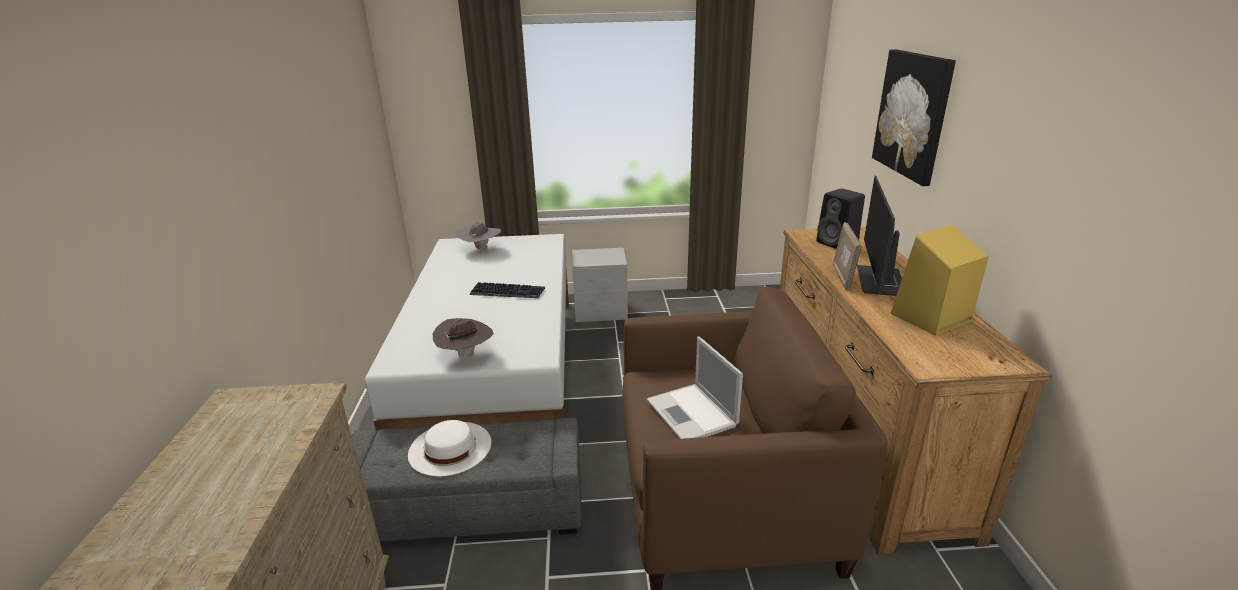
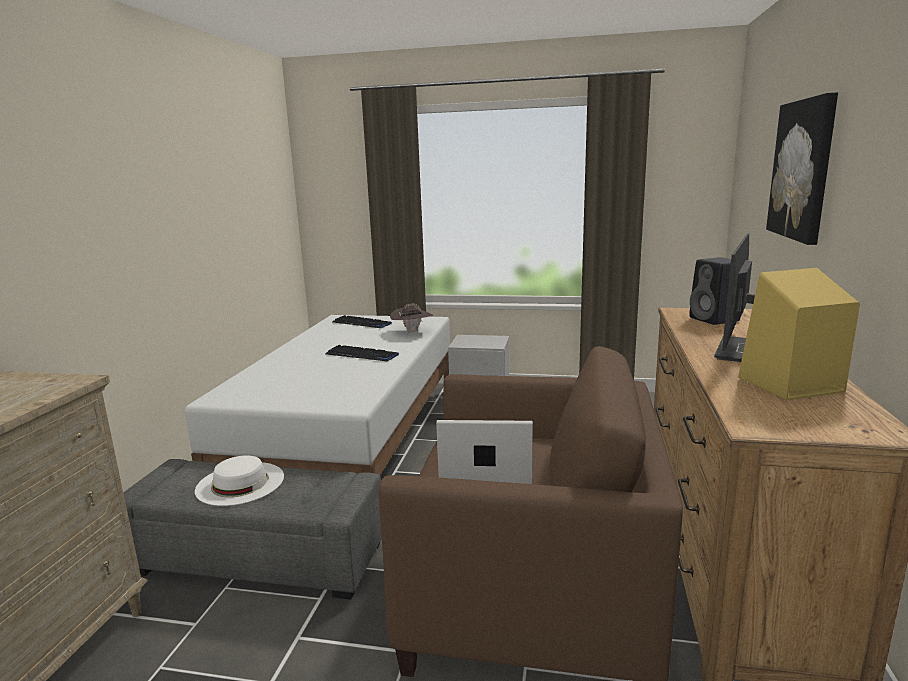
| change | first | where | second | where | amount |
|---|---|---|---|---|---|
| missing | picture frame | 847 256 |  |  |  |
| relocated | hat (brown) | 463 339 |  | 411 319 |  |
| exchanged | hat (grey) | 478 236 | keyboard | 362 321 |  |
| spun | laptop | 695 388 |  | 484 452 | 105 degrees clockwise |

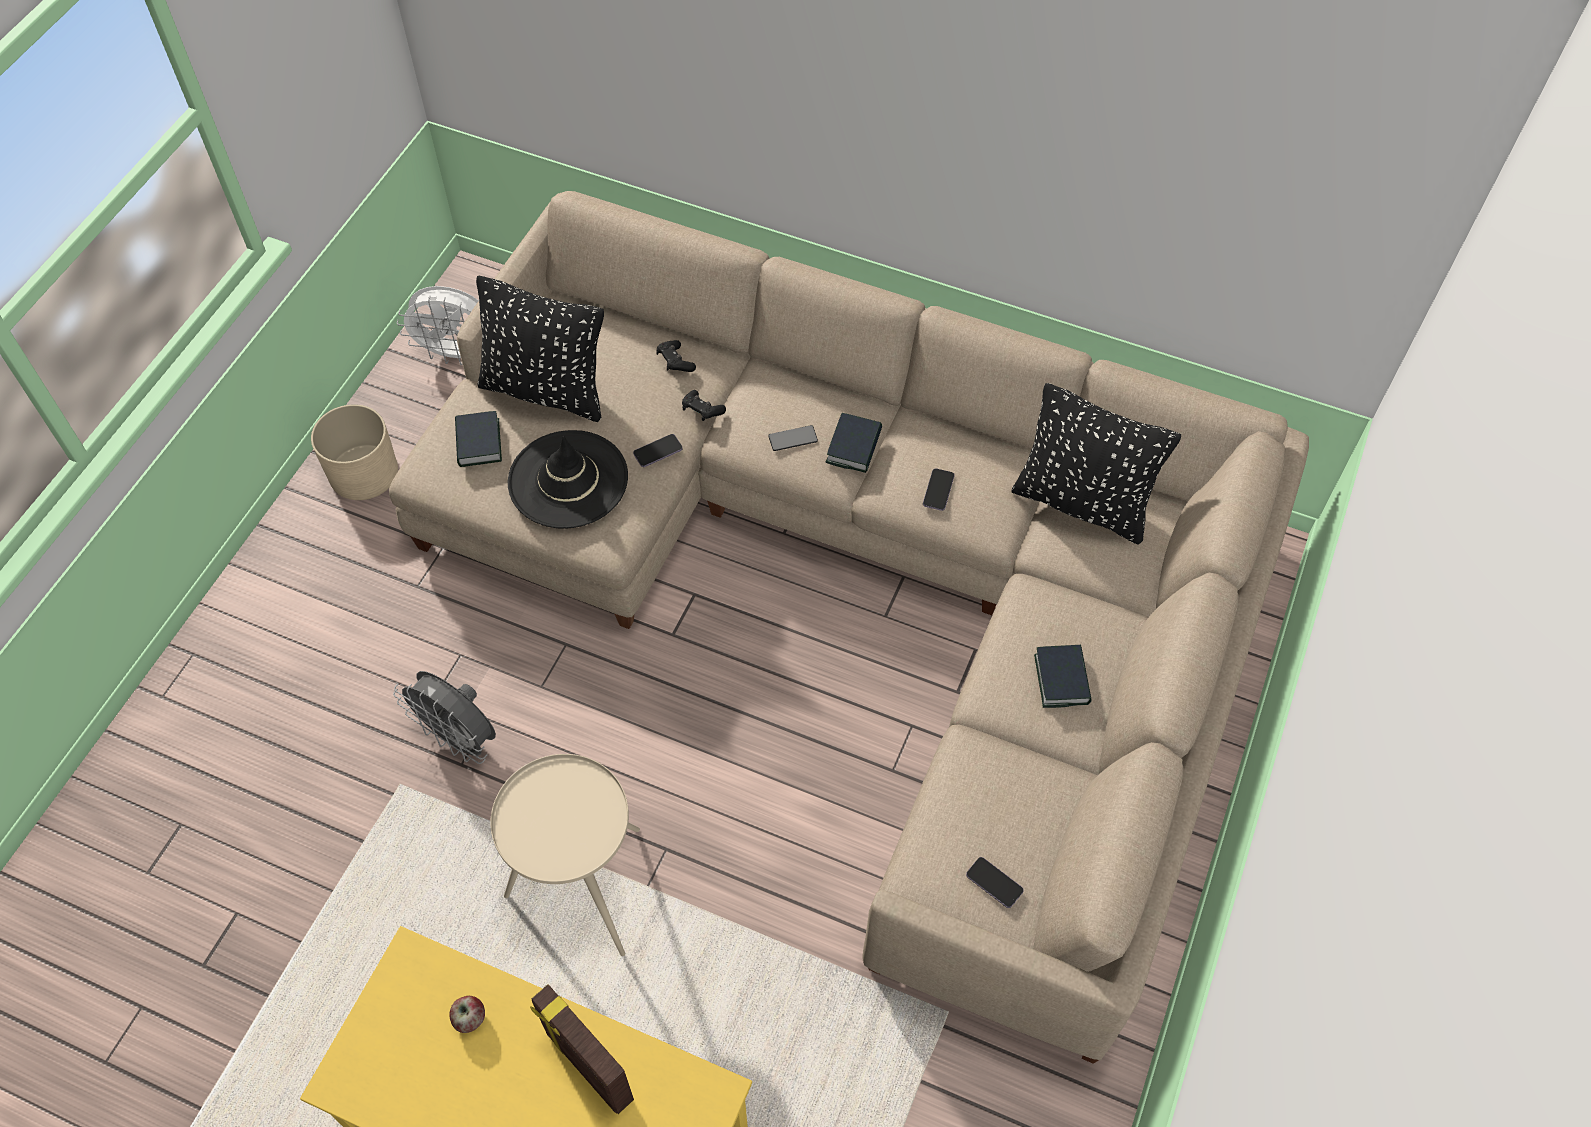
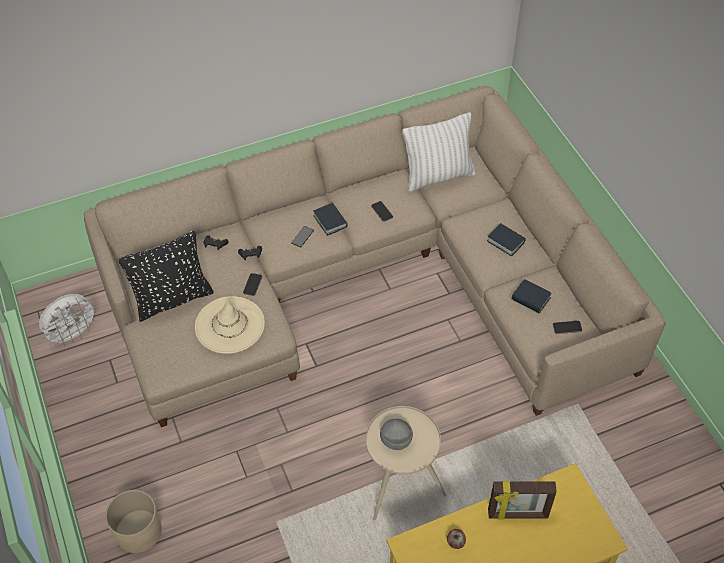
| change | first | where | second | where | amount |
|---|---|---|---|---|---|
| missing | fan (grey) | 444 717 |  |  |  |
| appeared |  |  | bowl (grey) | 396 434 |  |
| relocated | planter (beige) | 354 452 |  | 133 521 |  |
| relocated | book | 478 439 |  | 531 296 |  |
| colour | hat (black) | 568 479 | hat (beige) | 230 325 |  |
| colour | pillow (black) | 1096 464 | pillow (white) | 439 152 |  |

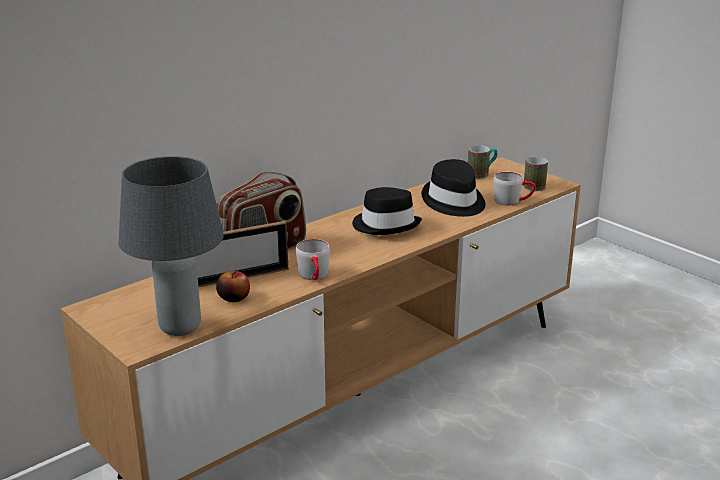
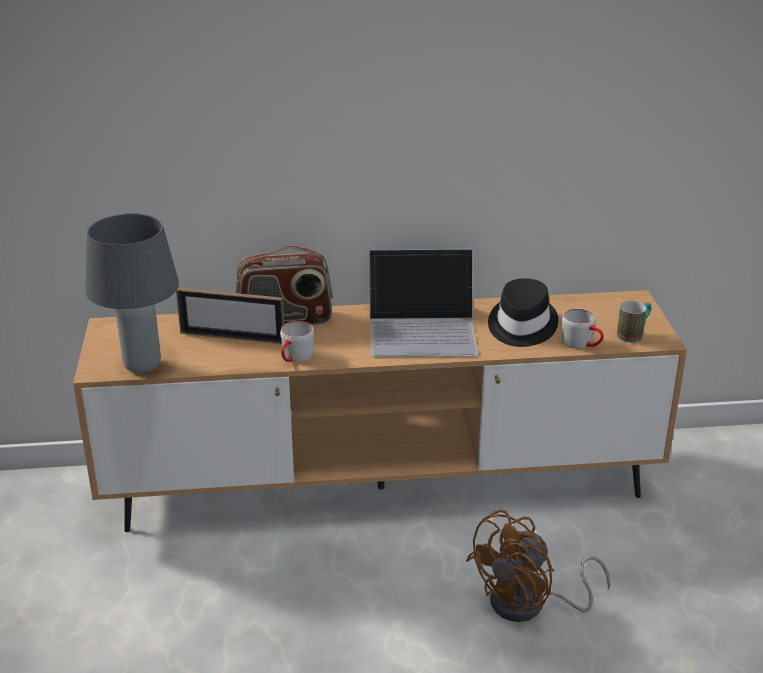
| change | first | where | second | where | amount |
|---|---|---|---|---|---|
| missing | apple | 233 286 |  |  |  |
| missing | mug | 482 162 |  |  |  |
| appeared |  |  | fan (brown) | 538 566 |  |
| exchanged | hat (black) | 387 211 | laptop | 423 303 |  |

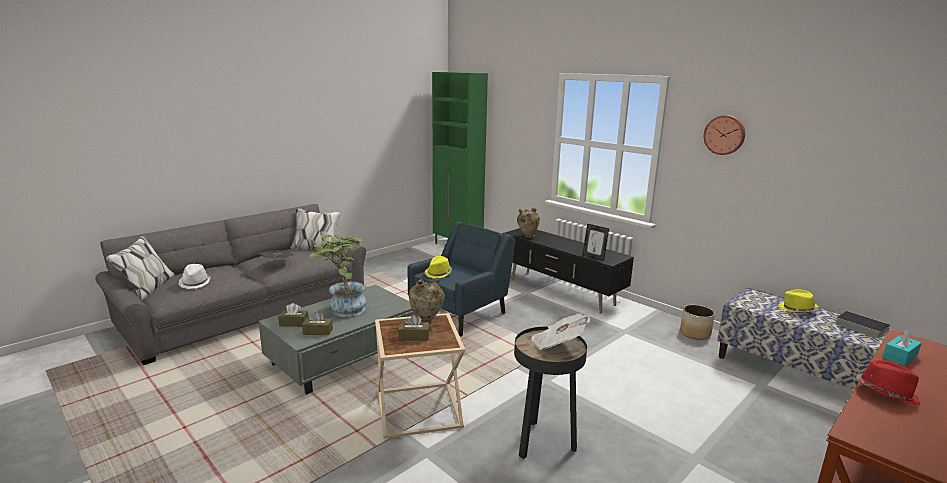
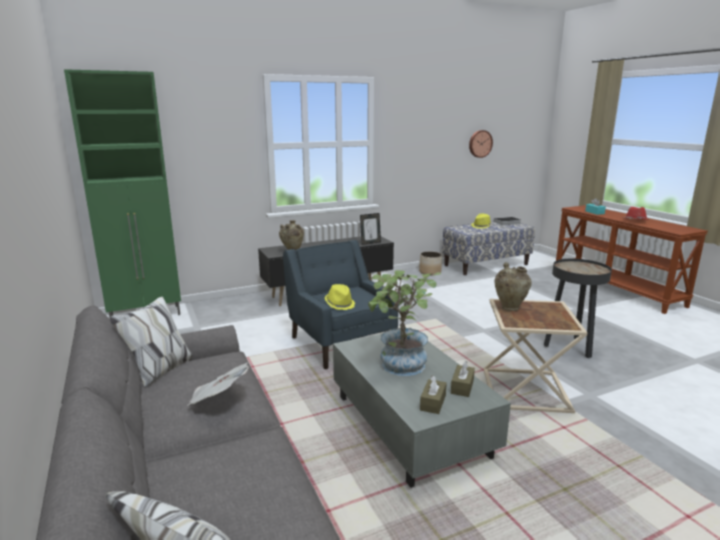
| change | first | where | second | where | amount |
|---|---|---|---|---|---|
| missing | hat (white) | 194 276 |  |  |  |
| missing | tissue box (brown) | 413 328 |  |  |  |
| missing | newspaper | 561 331 |  |  |  |
| relocated | wall clock | 724 135 |  | 481 144 |  |

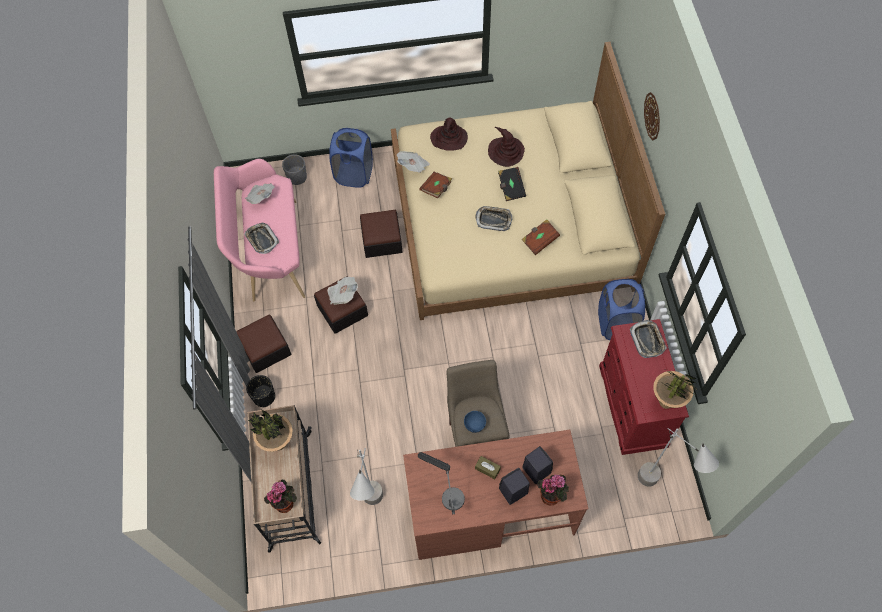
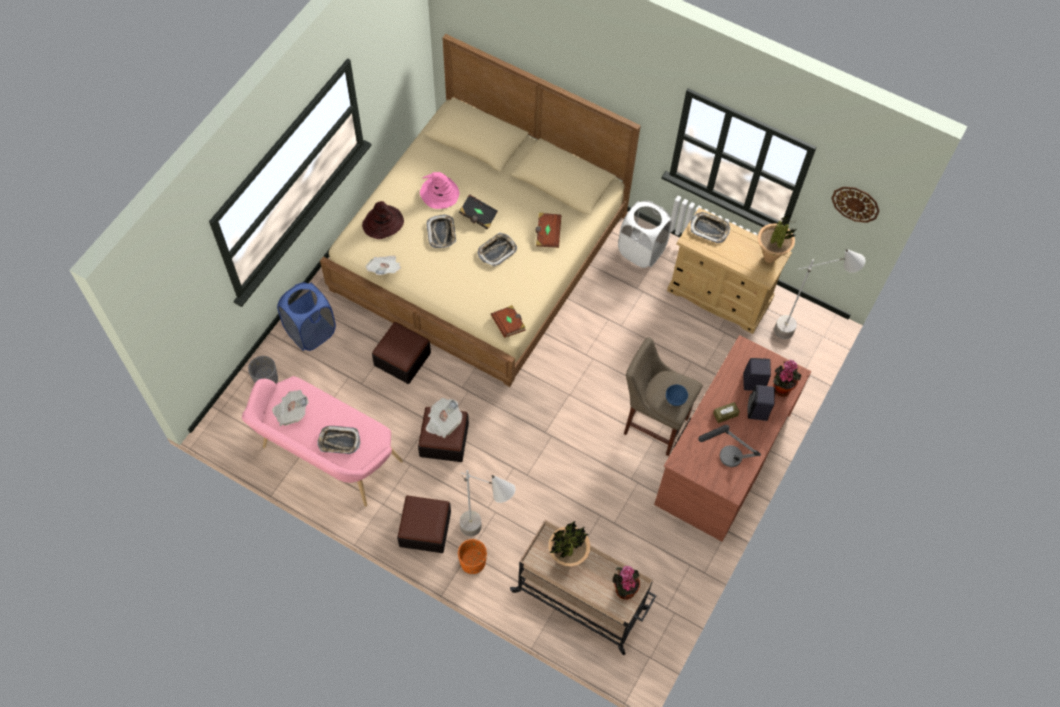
| change | first | where | second | where | amount |
|---|---|---|---|---|---|
| appeared |  |  | tray | 441 231 |  |
| relocated | floor lamp (grey) | 366 476 |  | 487 503 |  |
| relocated | book (brown) | 436 184 |  | 508 321 |  |
| relocated | wall clock | 652 116 |  | 855 205 |  |
| colour | planter (black) | 260 391 | planter (orange) | 472 556 |  |
| colour | hat (brown) | 506 147 | hat (pink) | 439 190 |  |
| colour | laundry basket (blue) | 621 309 | laundry basket (white) | 645 234 |  |
| colour | dresser (red) | 644 387 | dresser (beige) | 729 271 |  |

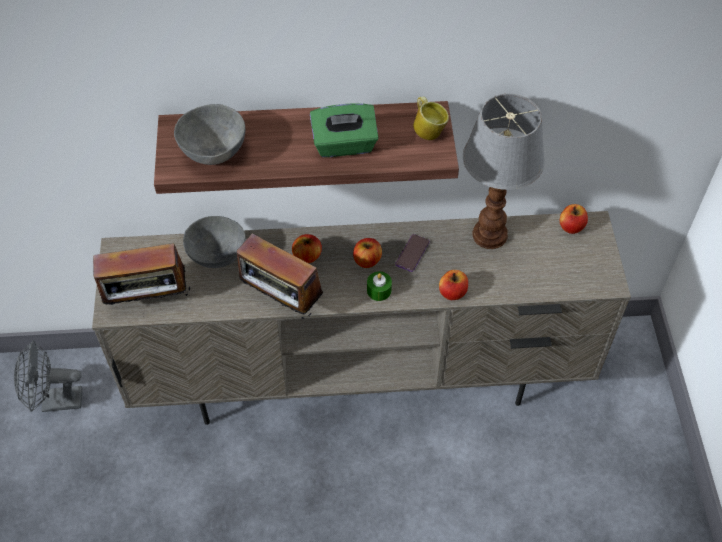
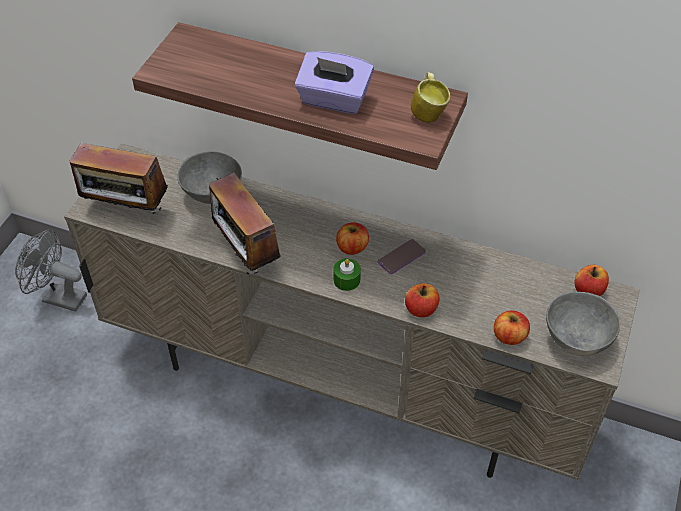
| change | first | where | second | where | amount |
|---|---|---|---|---|---|
| missing | table lamp | 504 171 |  |  |  |
| relocated | bowl (grey) | 209 134 |  | 583 324 |  |
| relocated | apple | 307 248 |  | 512 327 |  |
| colour | tissue box (green) | 344 130 | tissue box (purple) | 334 82 |  |

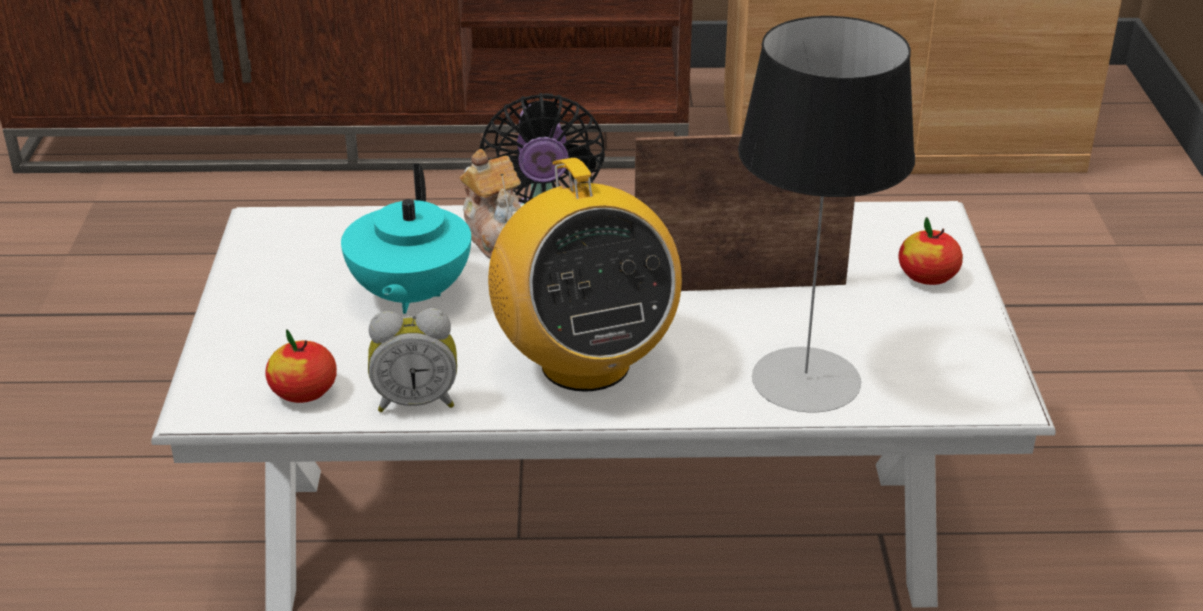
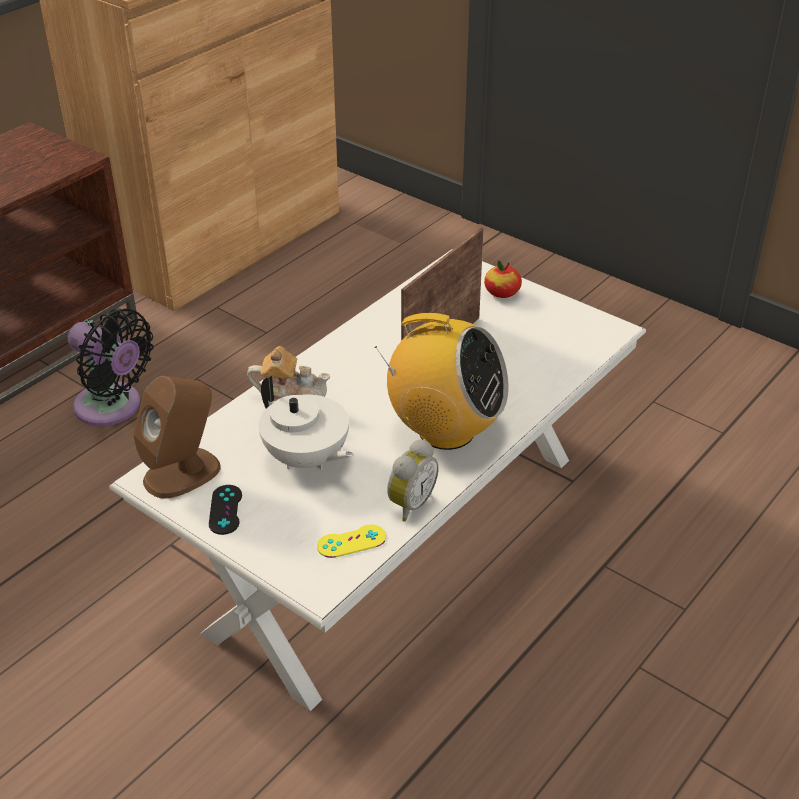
| change | first | where | second | where | amount |
|---|---|---|---|---|---|
| missing | table lamp | 826 214 |  |  |  |
| appeared |  |  | speaker (brown) | 177 437 |  |
| appeared |  |  | game controller (black) | 225 510 |  |
| exchanged | apple | 301 366 | game controller (yellow) | 351 541 |  |
| colour | teapot (turquoise) | 406 239 | teapot (white) | 306 422 |  |

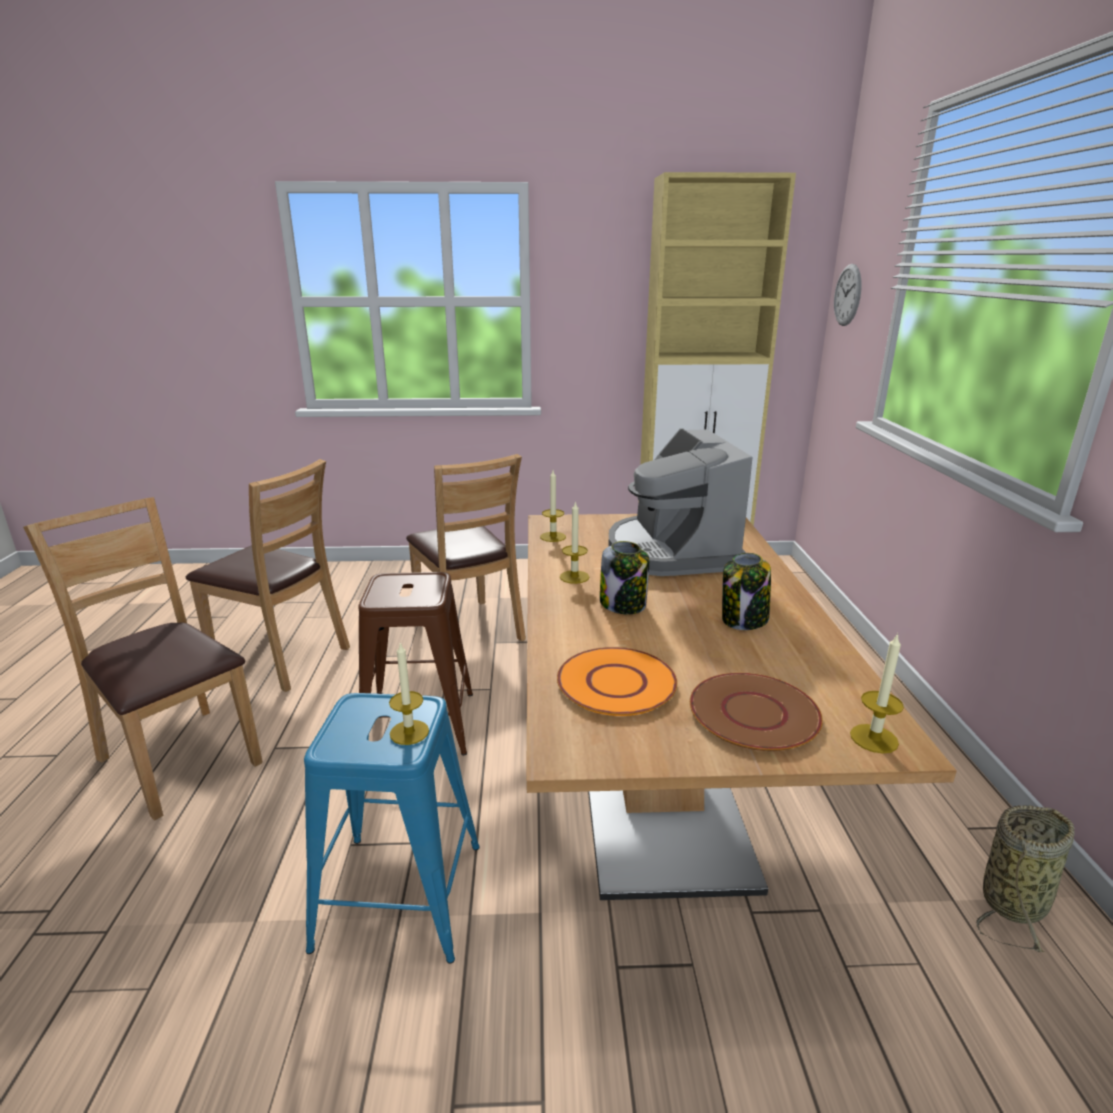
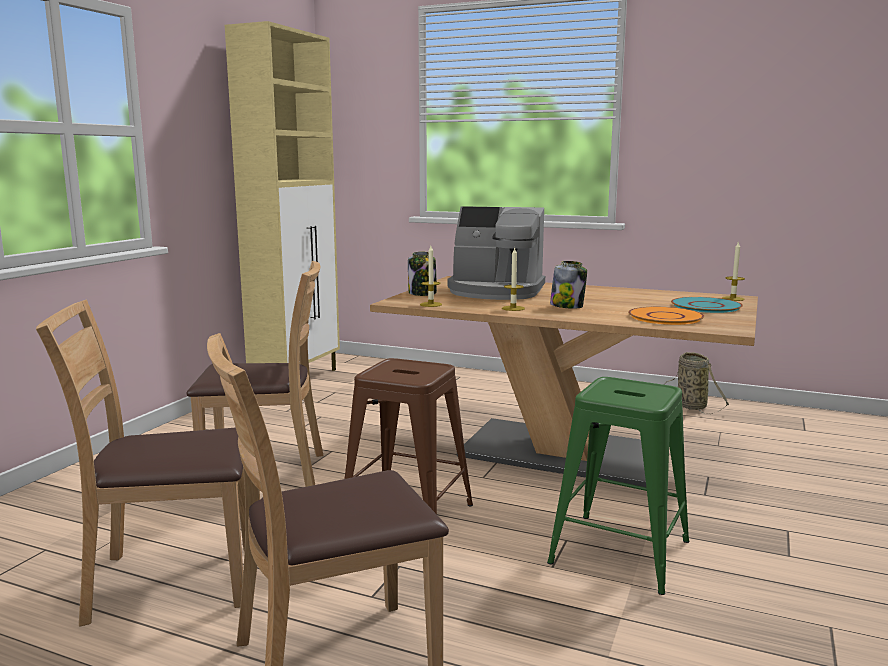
| change | first | where | second | where | amount |
|---|---|---|---|---|---|
| missing | candle | 409 693 |  |  |  |
| missing | wall clock | 847 295 |  |  |  |
| relocated | jar | 746 591 |  | 422 273 |  |
| colour | stool (blue) | 392 828 | stool (green) | 618 486 |  |
| colour | plate (brown) | 756 712 | plate (turquoise) | 707 305 |  |
| spun | chair (brown) | 268 575 |  | 140 463 | 150 degrees counterclockwise |

